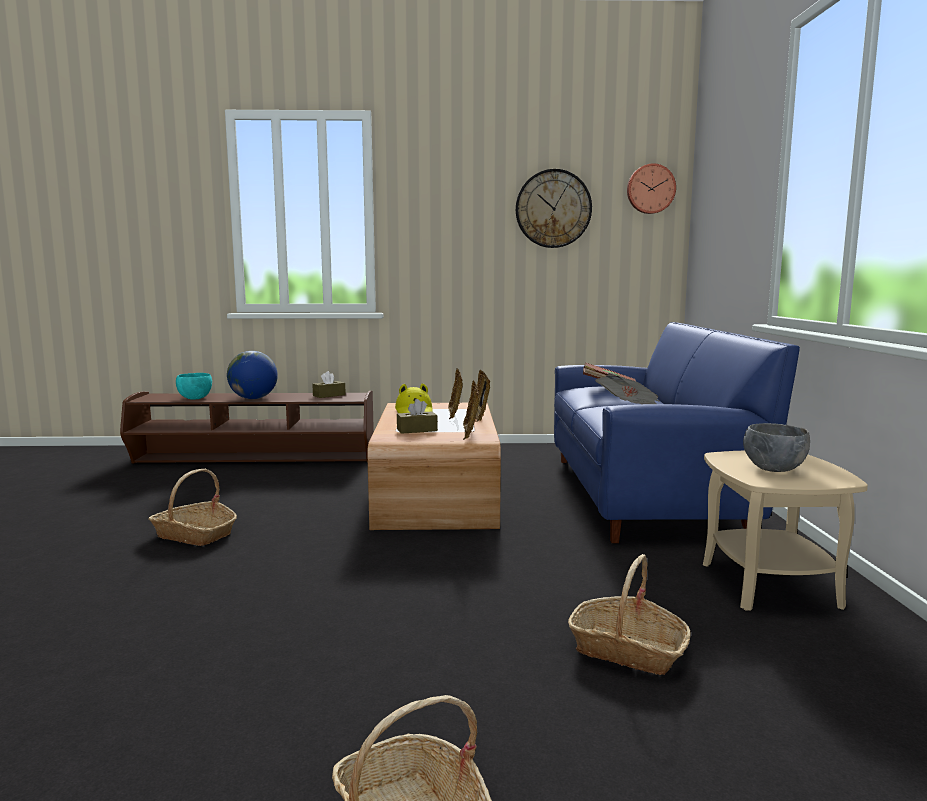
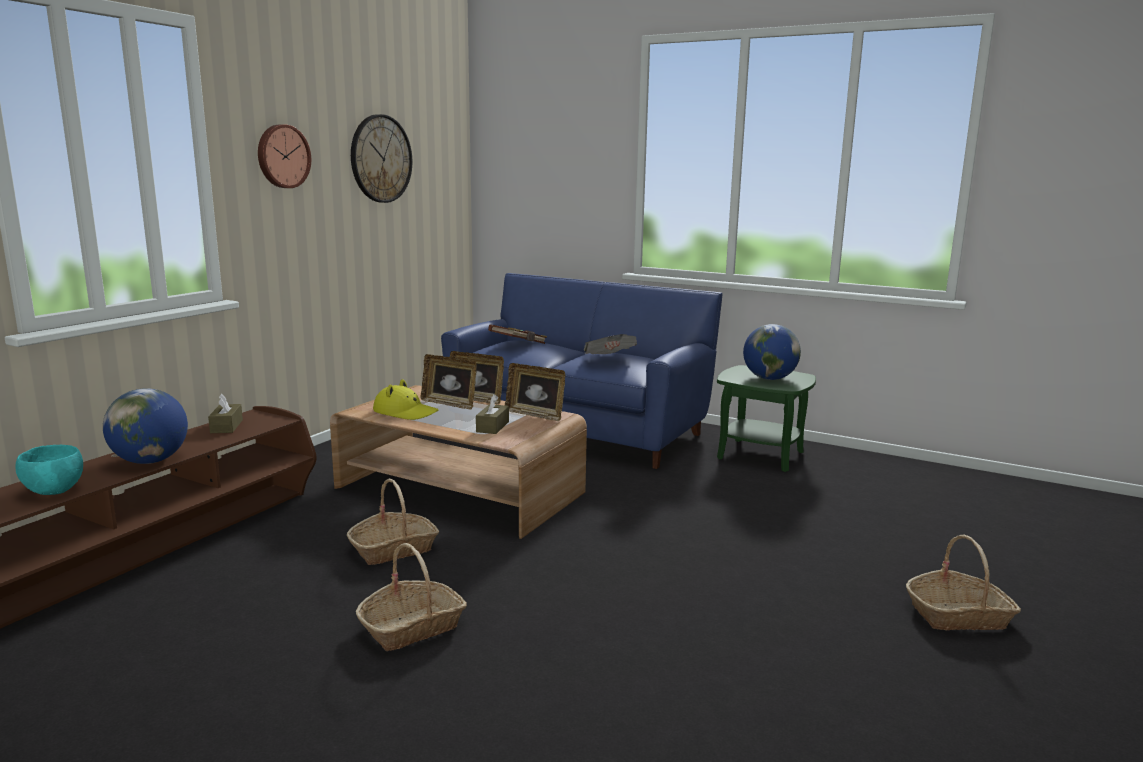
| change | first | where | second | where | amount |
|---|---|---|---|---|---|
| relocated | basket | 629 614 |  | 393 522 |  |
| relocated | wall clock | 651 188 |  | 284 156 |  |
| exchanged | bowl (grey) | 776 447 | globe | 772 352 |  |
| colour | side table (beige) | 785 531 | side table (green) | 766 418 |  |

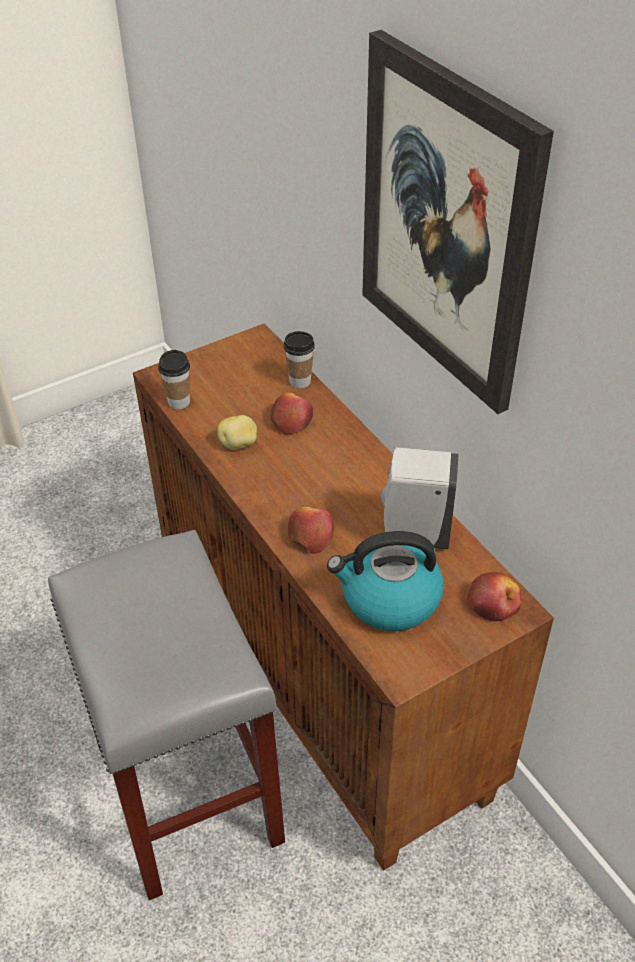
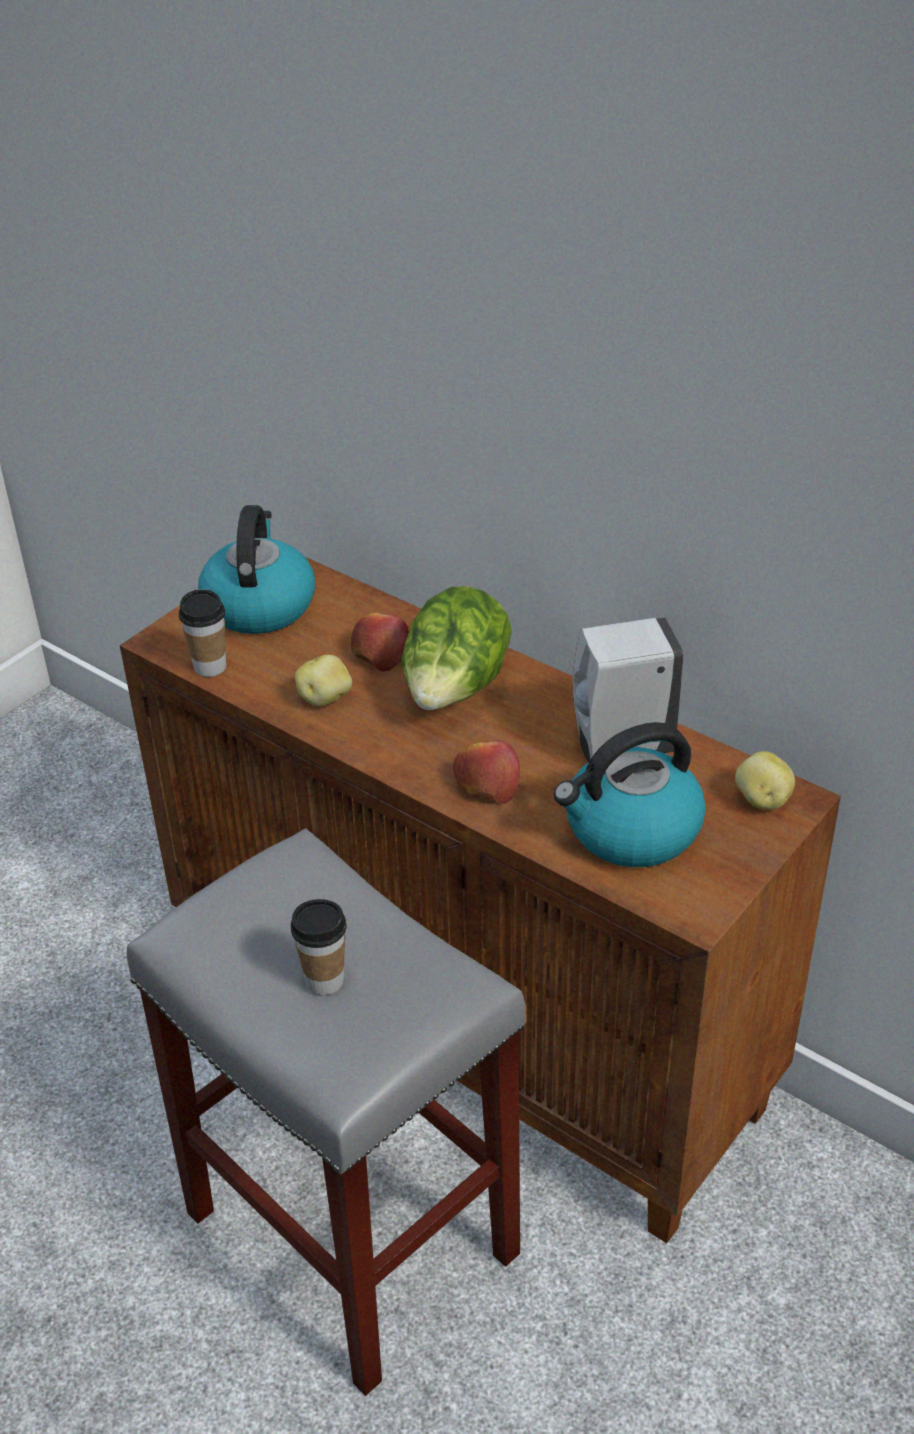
| change | first | where | second | where | amount |
|---|---|---|---|---|---|
| missing | picture | 458 222 |  |  |  |
| appeared |  |  | kettle | 256 569 |  |
| appeared |  |  | lettuce | 457 648 |  |
| relocated | cup | 299 359 |  | 319 947 |  |
| exchanged | apple | 494 596 | potato | 765 780 |  |

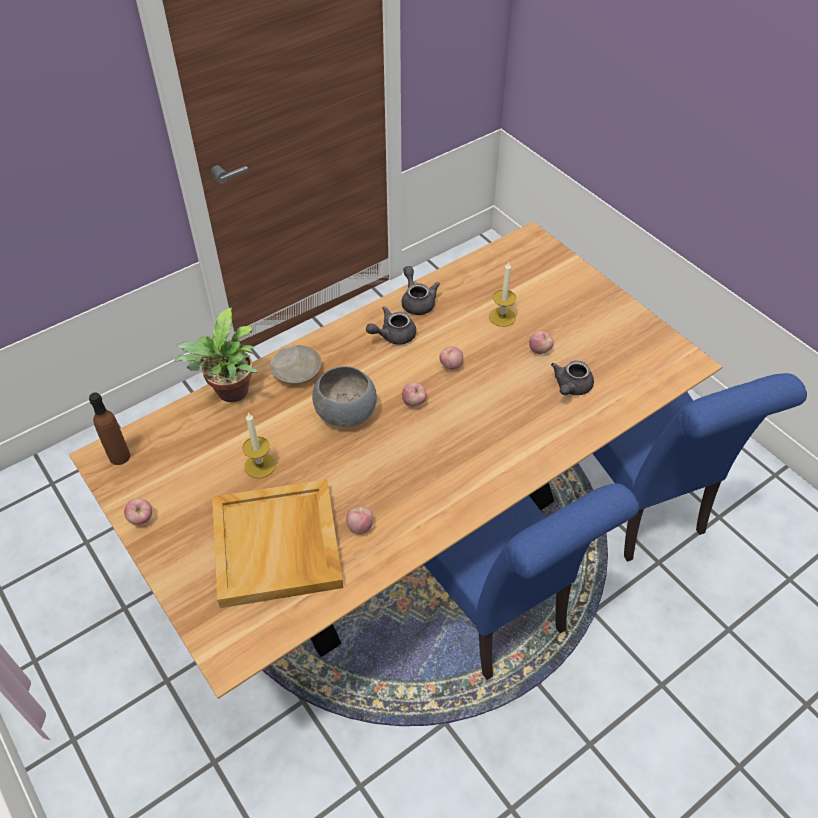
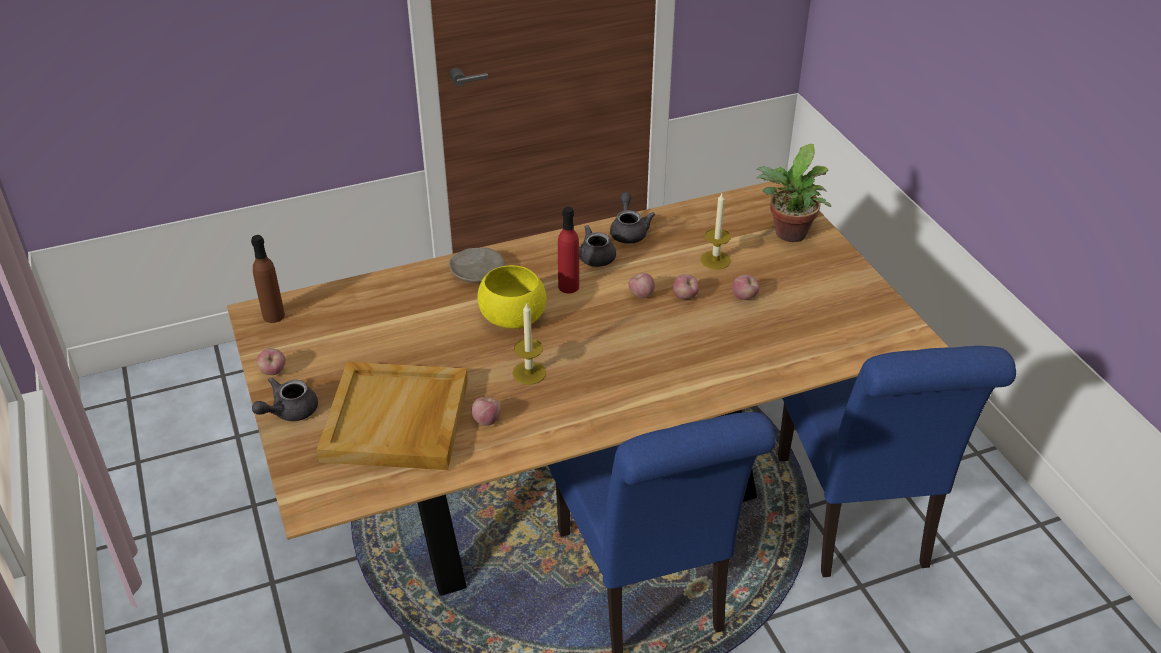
| change | first | where | second | where | amount |
|---|---|---|---|---|---|
| appeared |  |  | bottle (red) | 568 250 |  |
| relocated | potted plant | 216 354 |  | 793 193 |  |
| relocated | candle | 259 445 |  | 529 343 |  |
| relocated | apple | 414 394 |  | 686 286 |  |
| relocated | teapot (grey) | 572 378 |  | 285 399 |  |
| colour | bowl (grey) | 344 396 | bowl (yellow) | 511 297 |  |

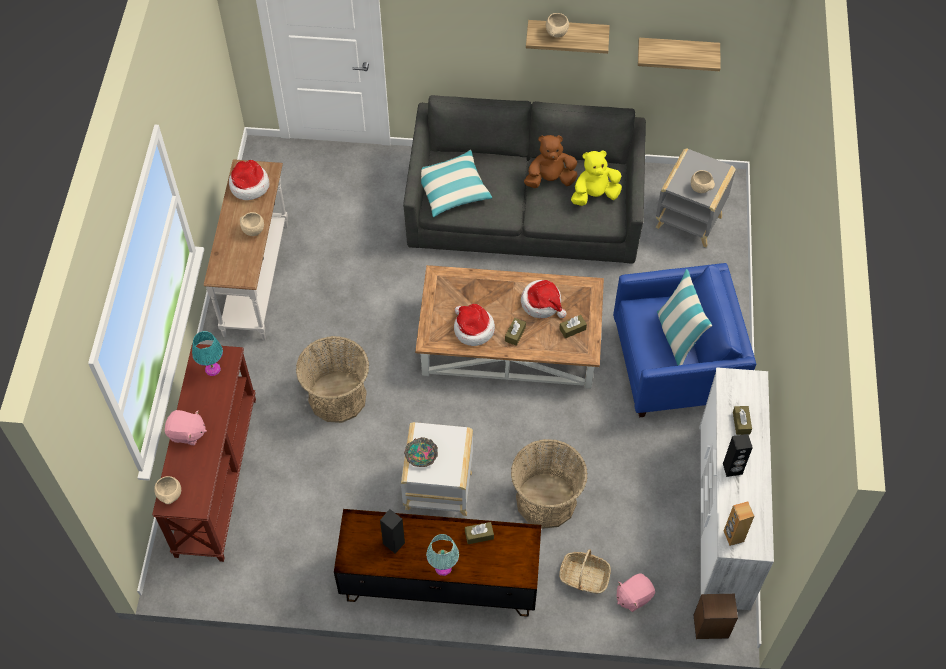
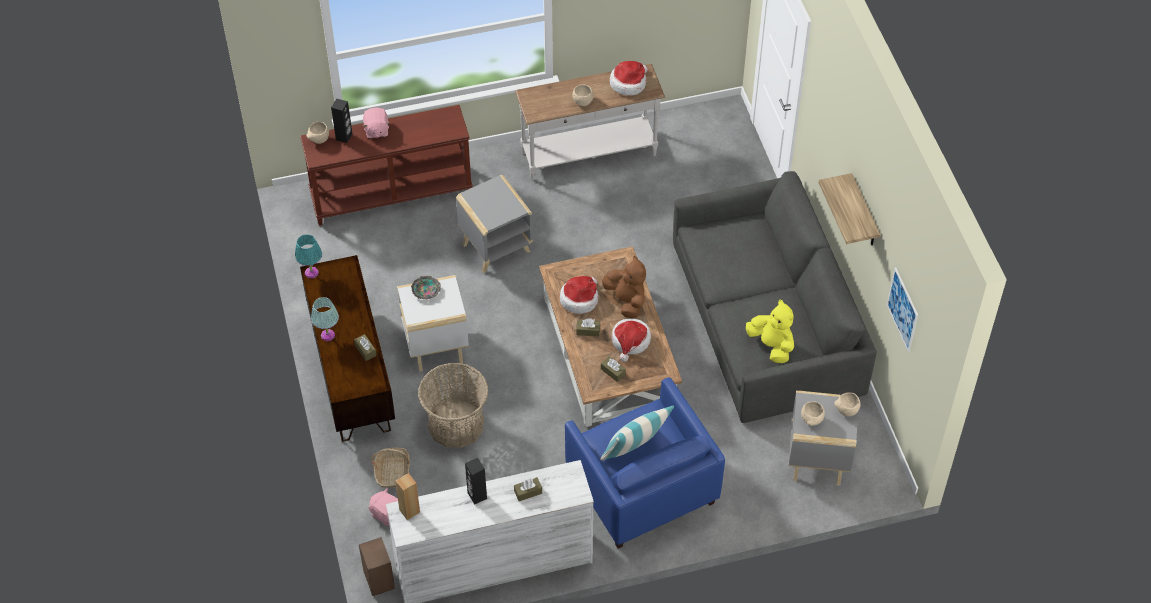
| change | first | where | second | where | amount |
|---|---|---|---|---|---|
| missing | pillow | 456 183 |  |  |  |
| relocated | table lamp (turquoise) | 207 353 |  | 308 256 |  |
| relocated | speaker (black) | 392 531 |  | 341 121 |  |
| relocated | plush toy (brown) | 550 161 |  | 624 287 |  |
| relocated | bowl (beige) | 557 25 |  | 847 404 |  |
| exchanged | basket | 332 379 | side table (grey) | 494 224 |  |
| exchanged | shelf | 679 54 | picture | 902 309 |  |

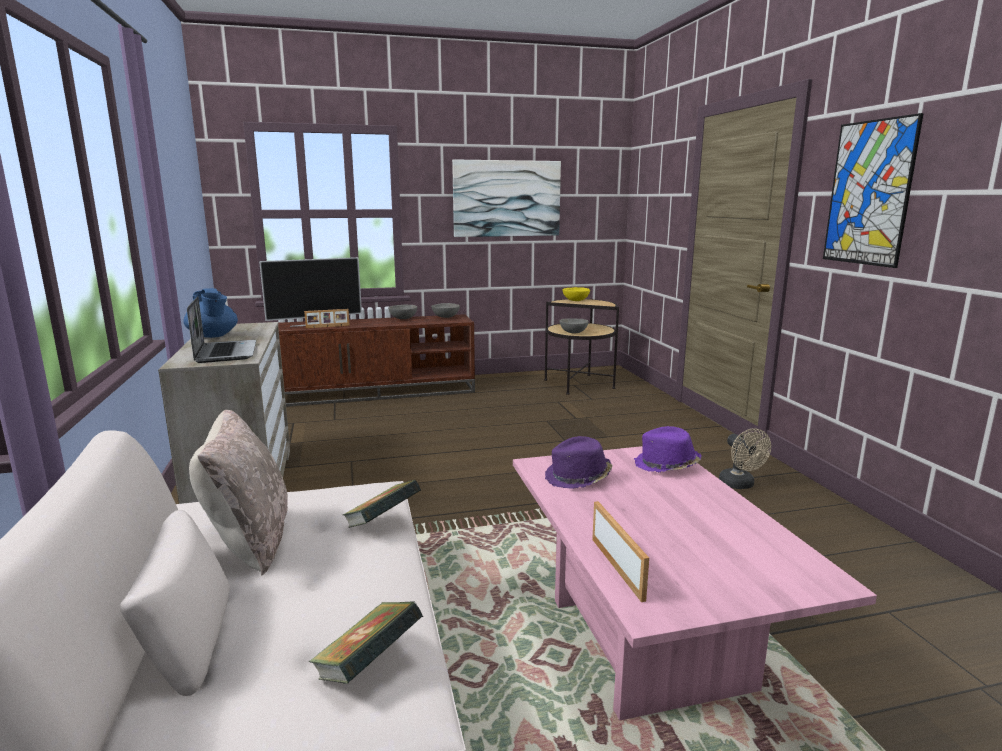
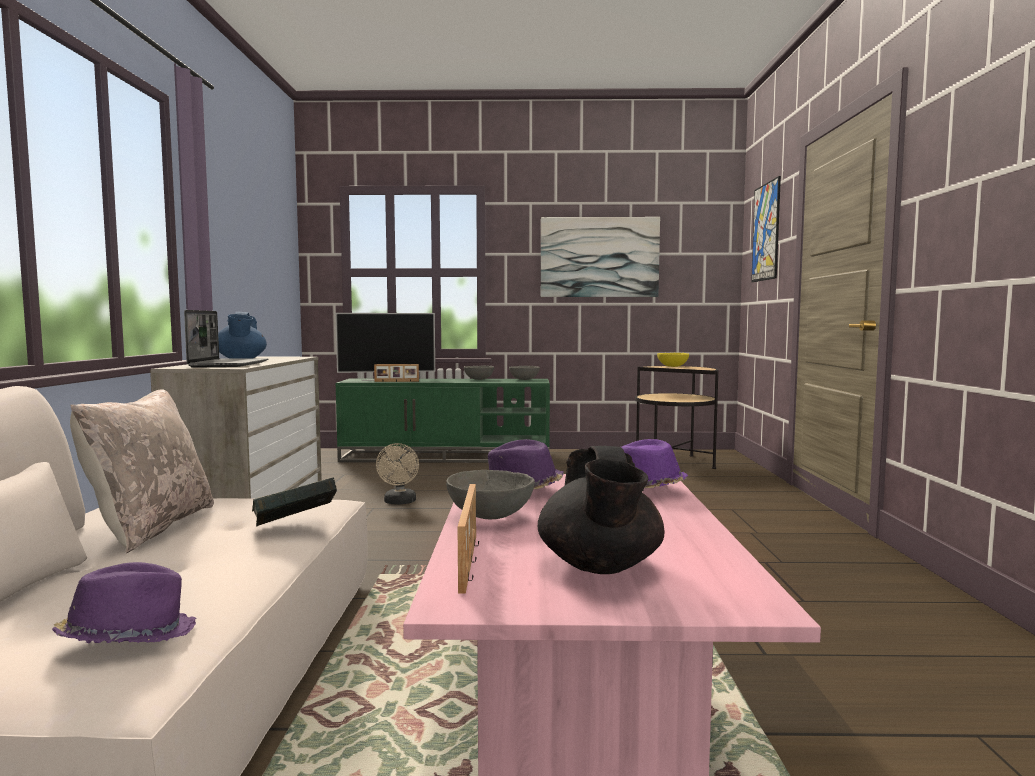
| change | first | where | second | where | amount |
|---|---|---|---|---|---|
| appeared |  |  | teapot (black) | 601 510 |  |
| relocated | bowl (grey) | 574 325 |  | 490 494 |  |
| relocated | fan (beige) | 745 458 |  | 397 473 |  |
| relocated | picture | 873 190 |  | 766 229 |  |
| exchanged | book | 365 642 | hat (purple) | 124 603 |  |
| colour | tv stand (brown) | 376 360 | tv stand (green) | 443 420 |  |

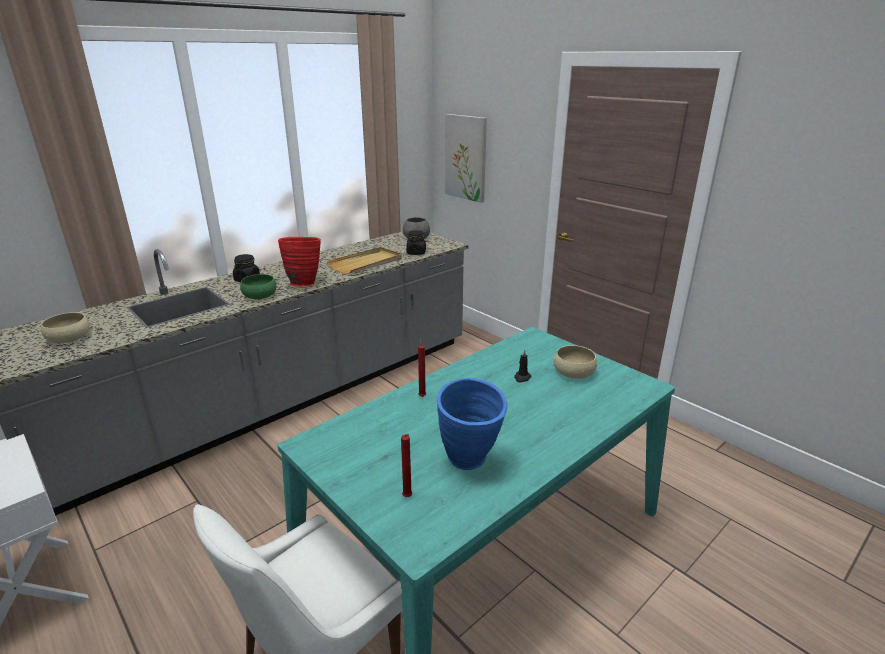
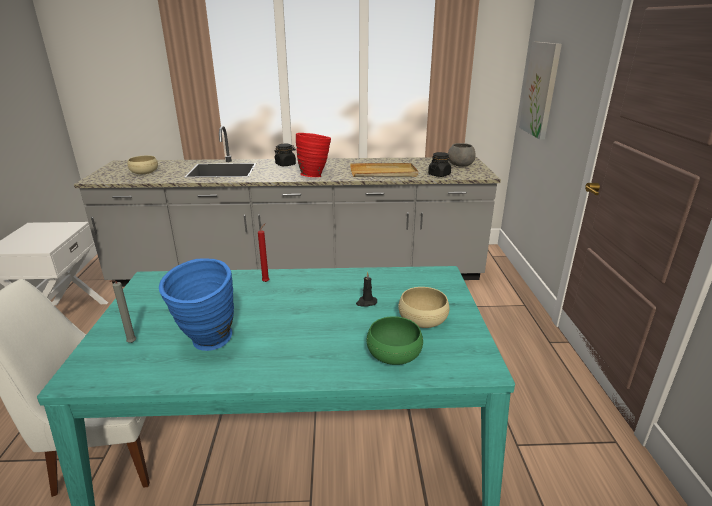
| change | first | where | second | where | amount |
|---|---|---|---|---|---|
| relocated | bowl (green) | 258 286 |  | 395 340 |  |
| colour | candle (red) | 406 465 | candle (grey) | 123 311 |  |

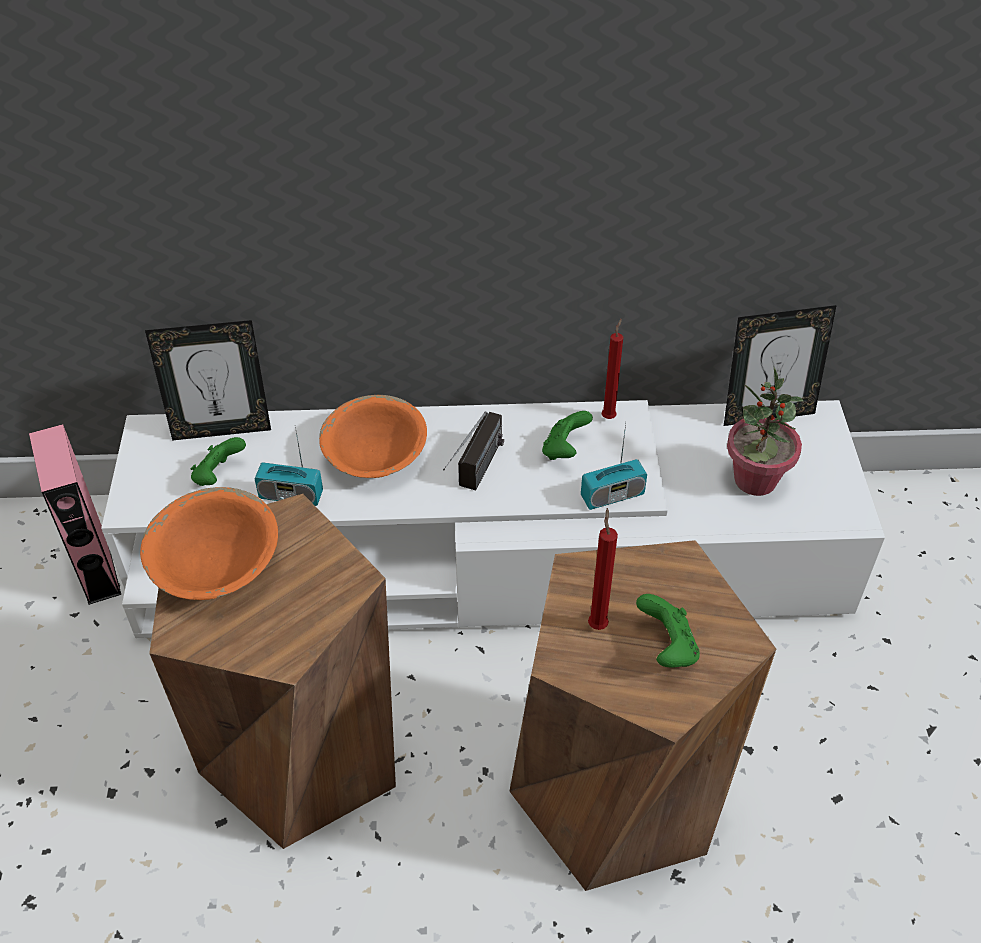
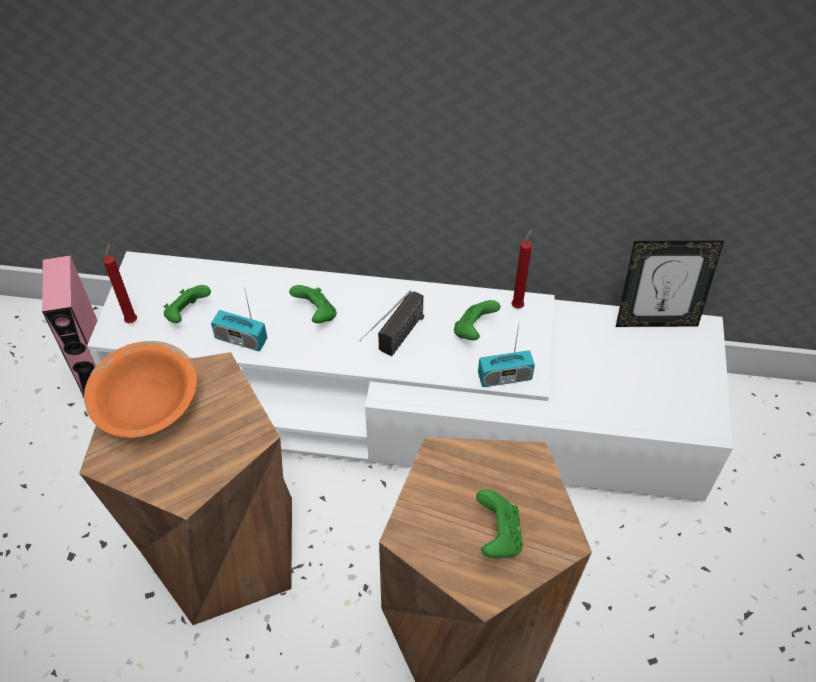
| change | first | where | second | where | amount |
|---|---|---|---|---|---|
| missing | picture frame | 208 380 |  |  |  |
| missing | potted plant | 765 431 |  |  |  |
| relocated | candle (red) | 603 569 |  | 120 283 |  |
| exchanged | bowl (orange) | 373 436 | game controller (green) | 313 304 |  |

